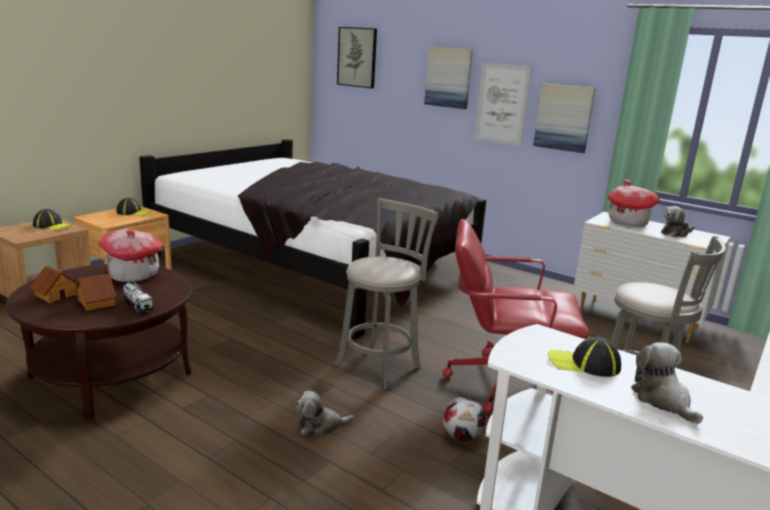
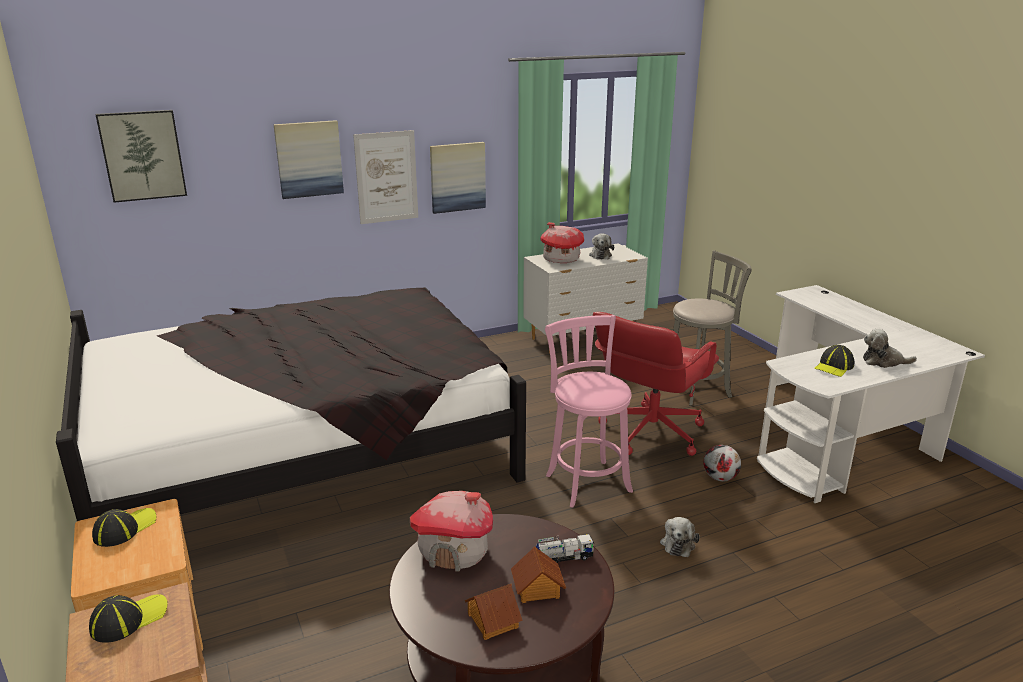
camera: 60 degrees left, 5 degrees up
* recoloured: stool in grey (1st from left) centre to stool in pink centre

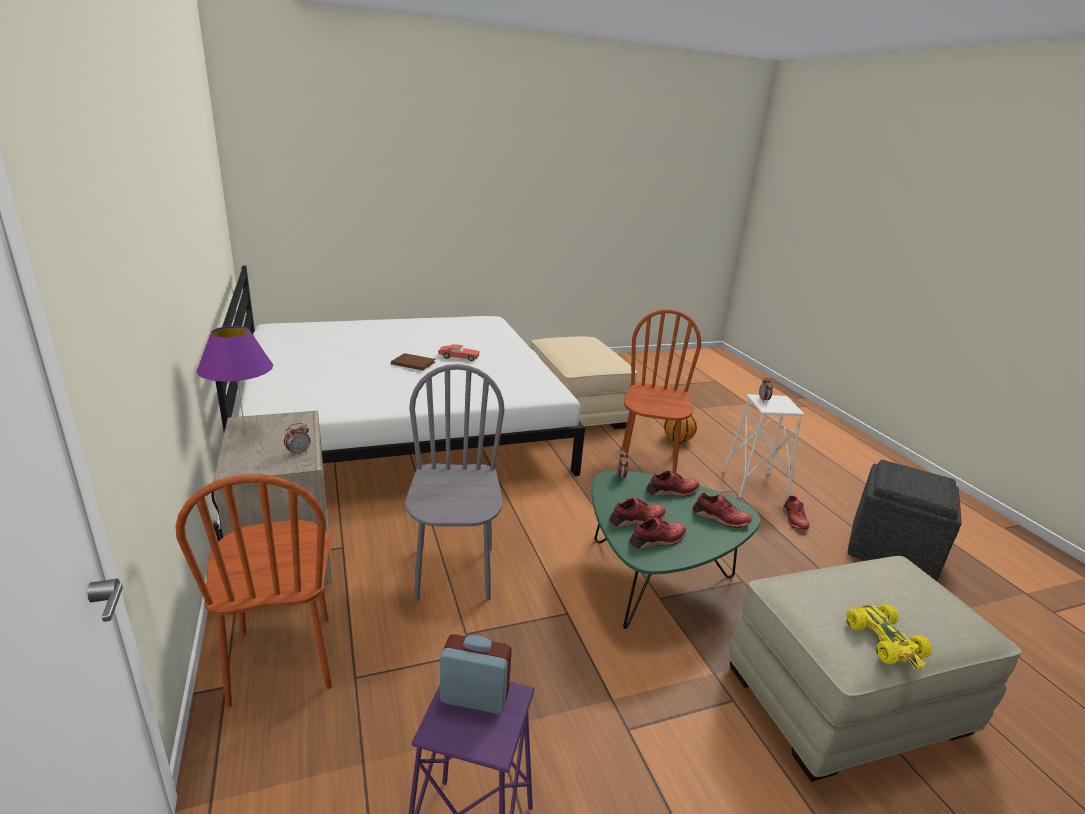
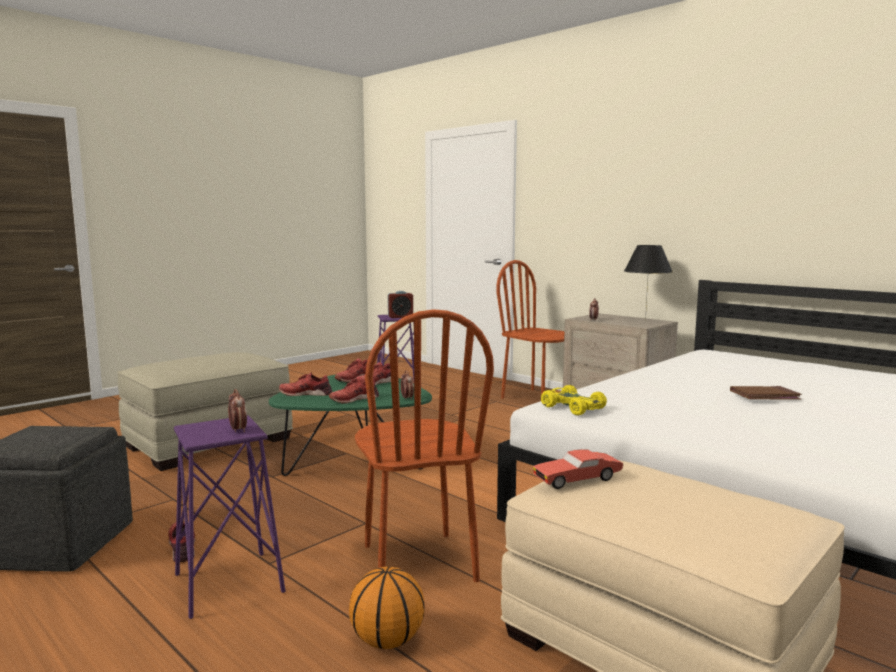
camera: 155 degrees right, 15 degrees down
* recoloured: table lamp in purple middle left to table lamp in black middle right
* moved: toy car in red centre to bottom centre
* removed: chair in grey centre
* recoloured: stool in white middle right to stool in purple (1st from left) bottom left
* moved: toy car in yellow bottom right to centre

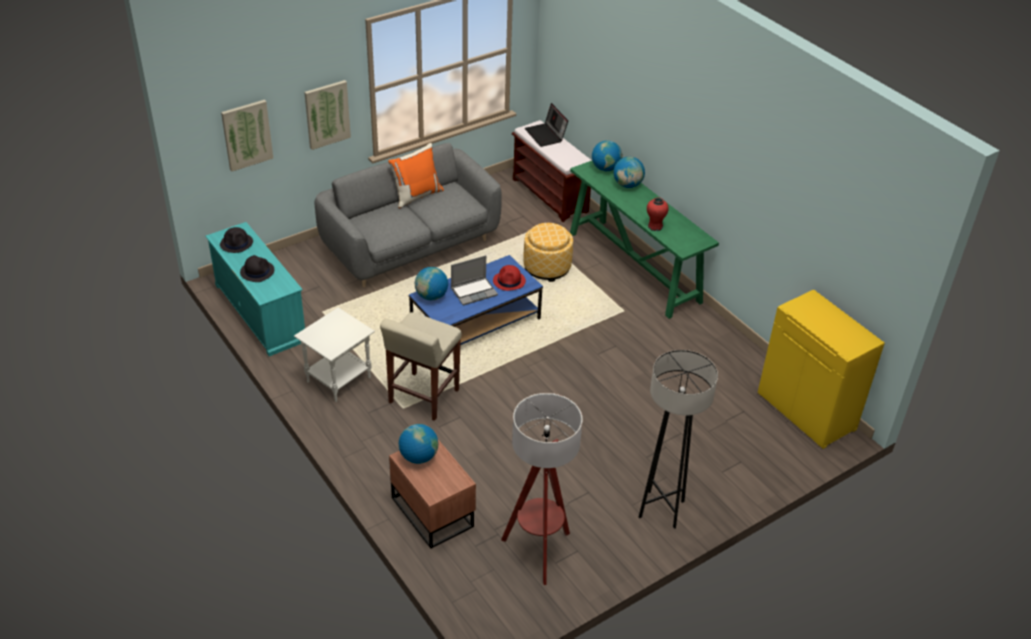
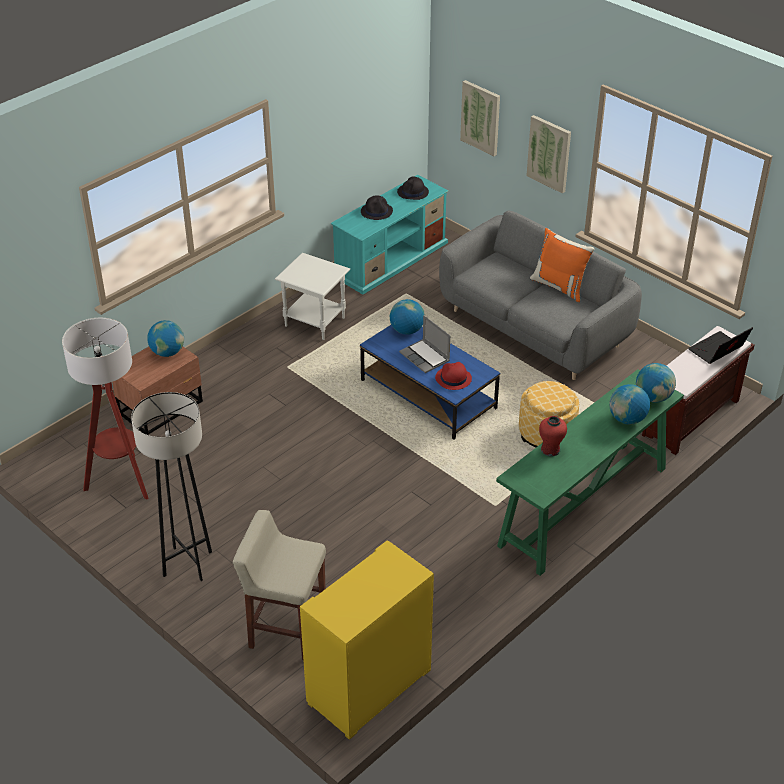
camera: 80 degrees right, 0 degrees up
* moved: stool in beige centre to bottom centre

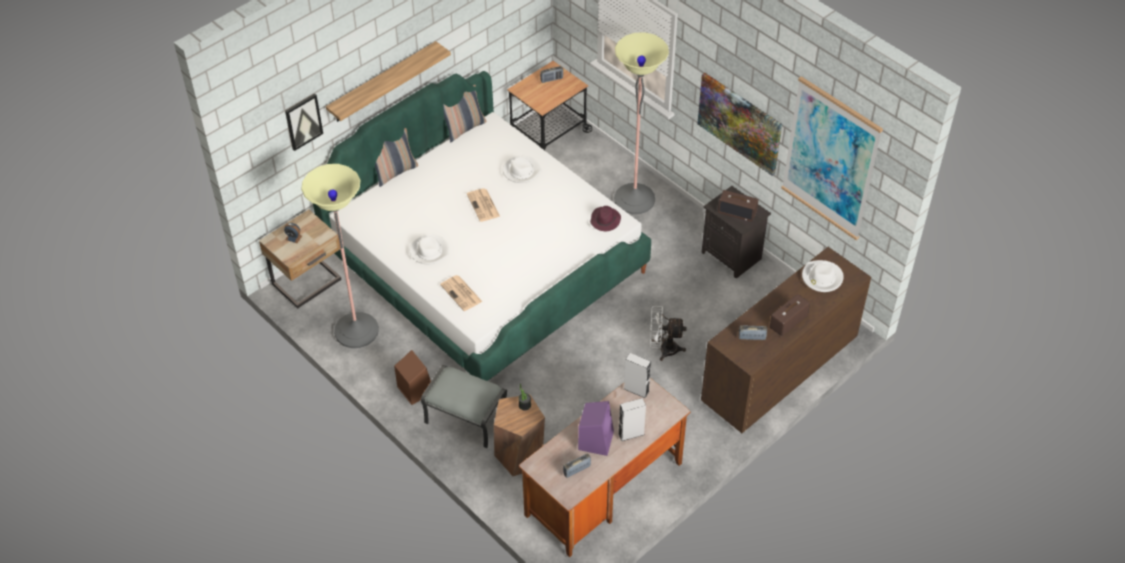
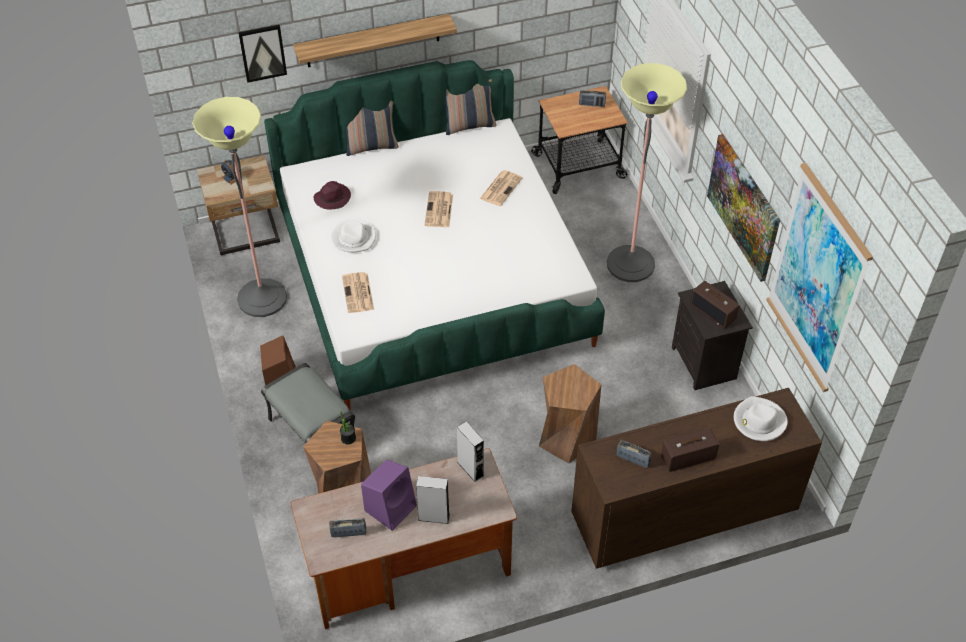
camera: 25 degrees right, 0 degrees up
* replaced: hat in white (2nd from left) top centre to newspaper (3rd from left) top centre
* moved: hat in purple centre to top centre
* replaced: fan in white centre to stool in brown (2nd from left) centre

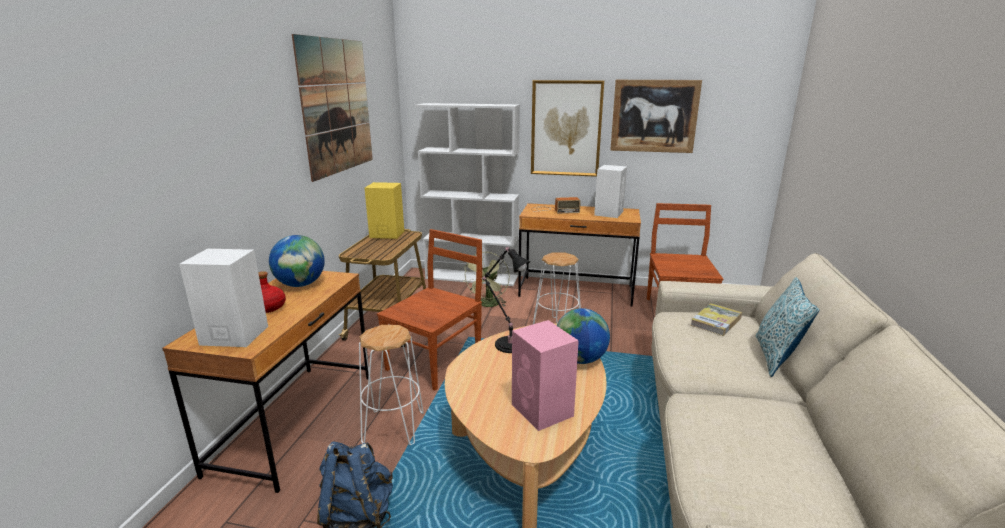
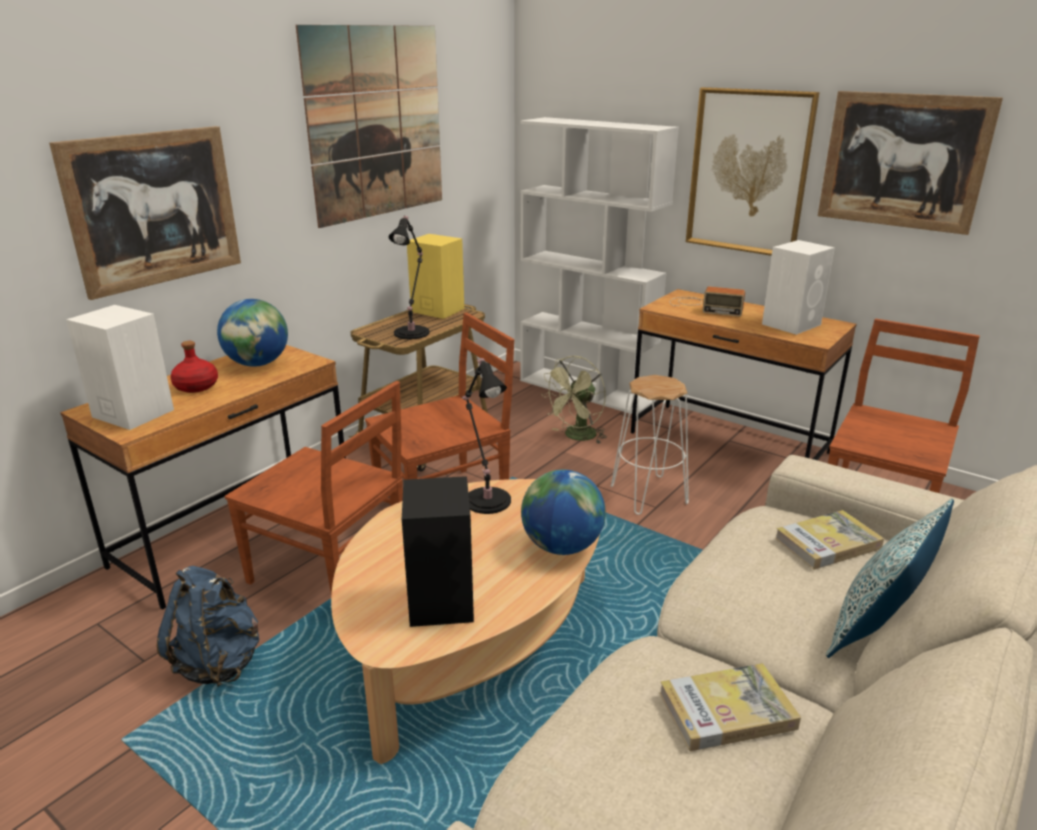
camera: 25 degrees right, 5 degrees up
* recoloured: speaker in pink bottom centre to speaker in black centre
* replaced: stool in white (1st from left) bottom centre to chair in brown (1st from left) middle left
* added: picture (1st from left) top left
* added: table lamp in black (1st from left) centre
* added: book (1st from left) bottom right

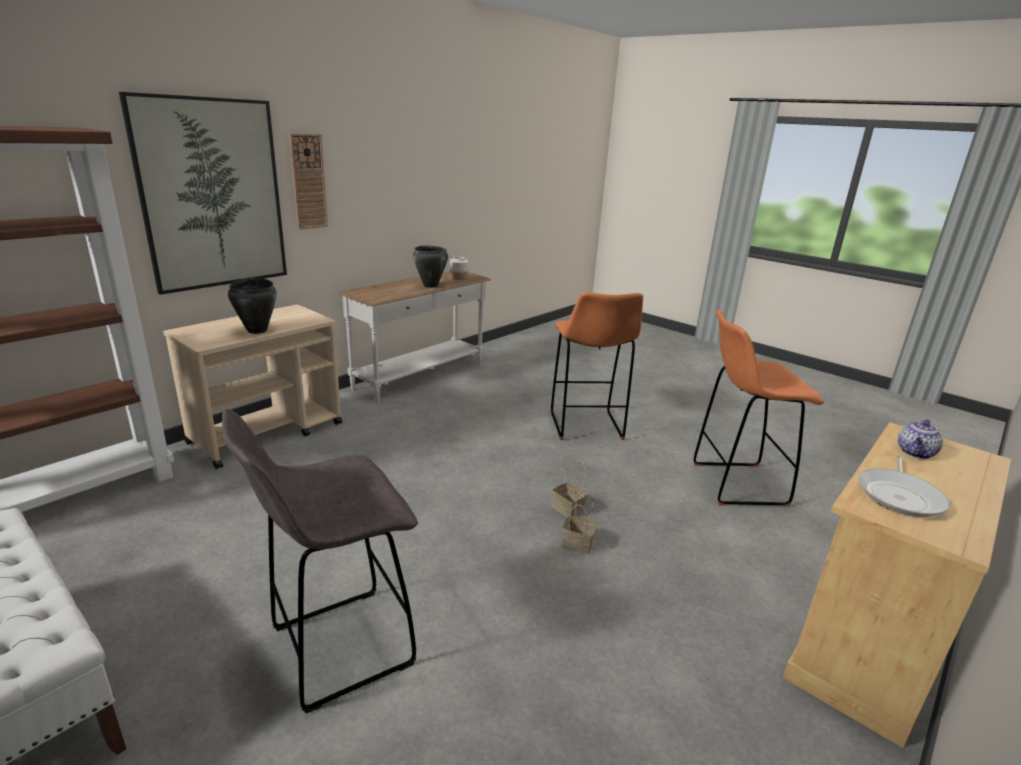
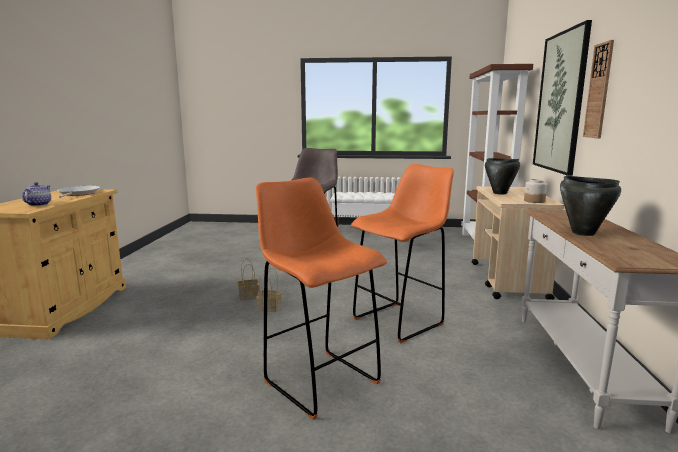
camera: 145 degrees right, 10 degrees down
* moved: jar centre to middle right
* moved: stool in orange (2nd from left) middle right to centre

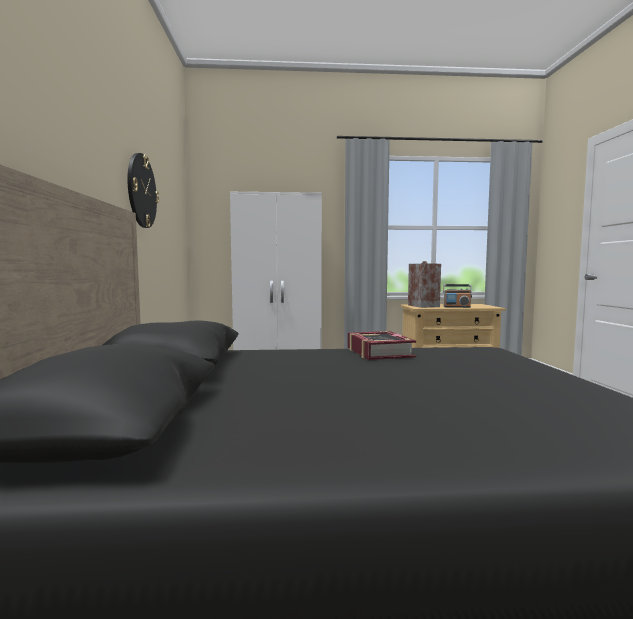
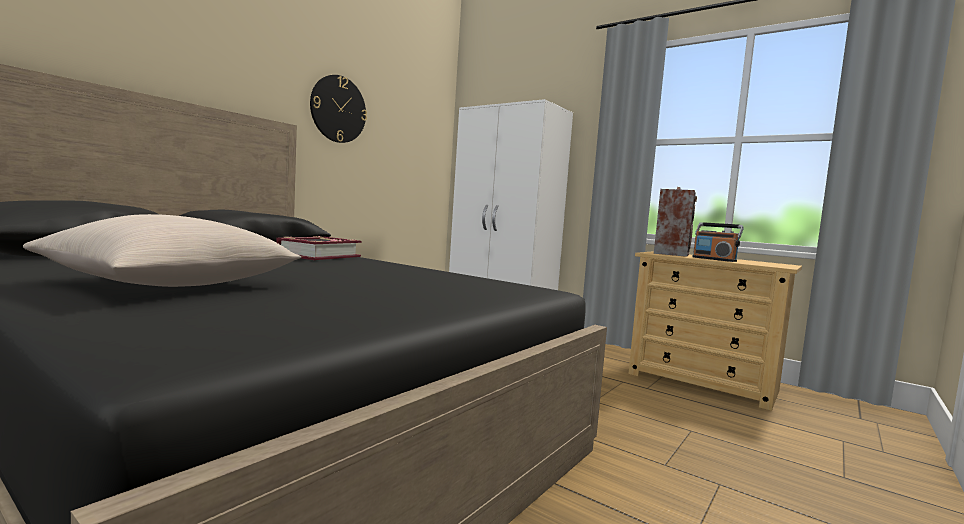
camera: 40 degrees right, 0 degrees up
* moved: book centre to middle left
* added: pillow in beige middle left

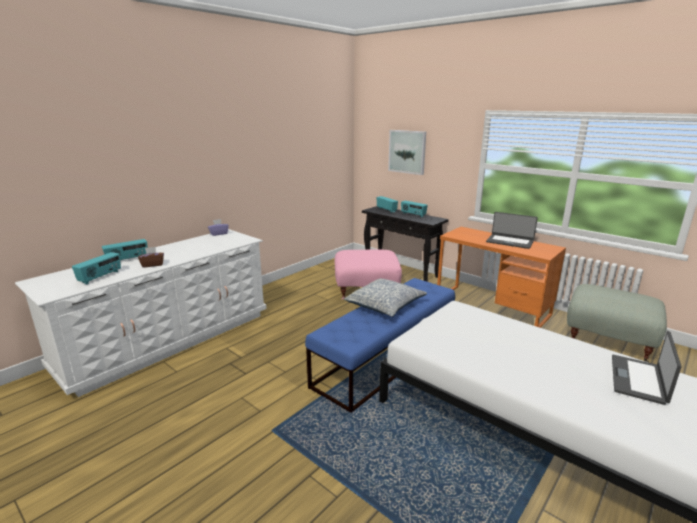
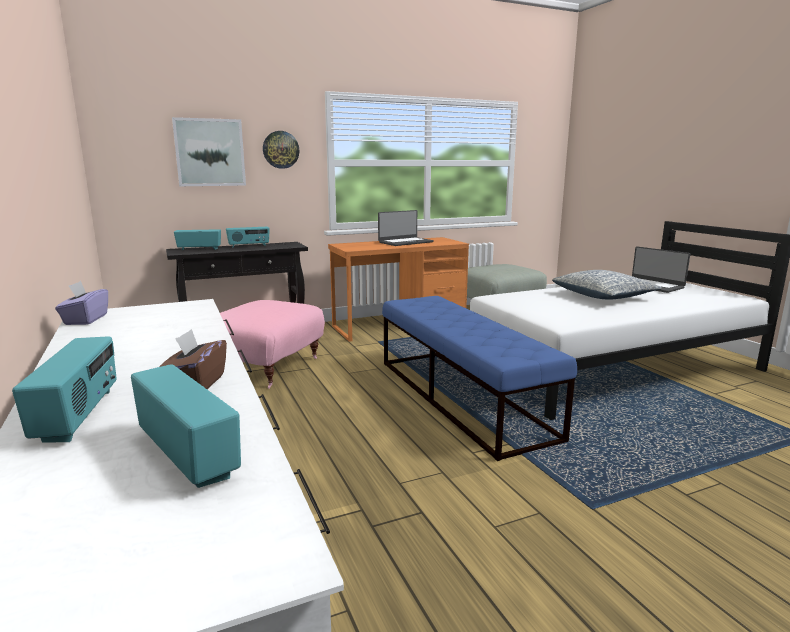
camera: 65 degrees left, 5 degrees down
* moved: pillow centre to middle right
* added: wall clock top centre

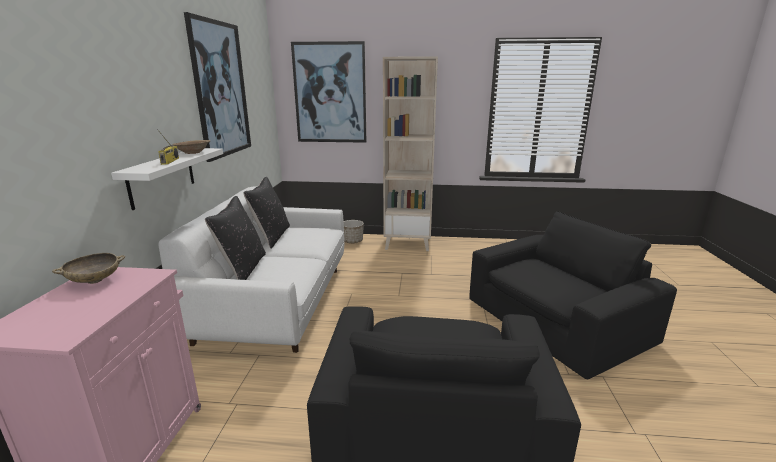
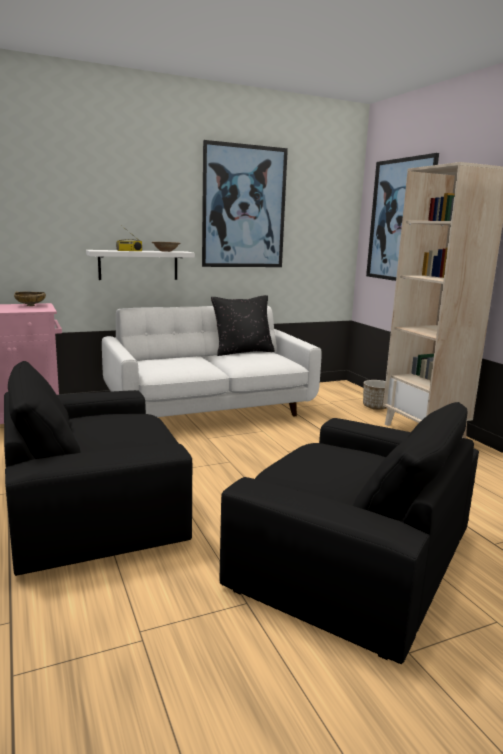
camera: 60 degrees right, 5 degrees down
* removed: pillow in black (1st from left) middle left

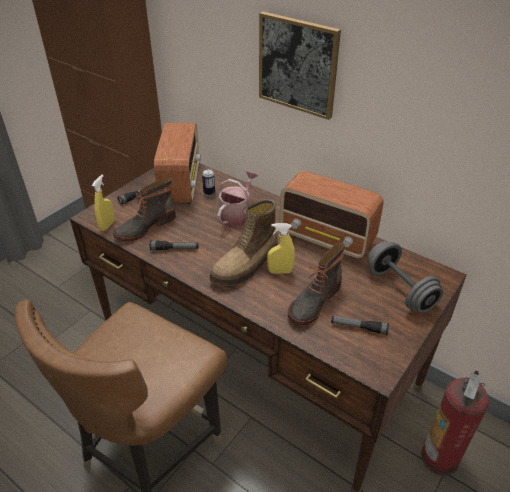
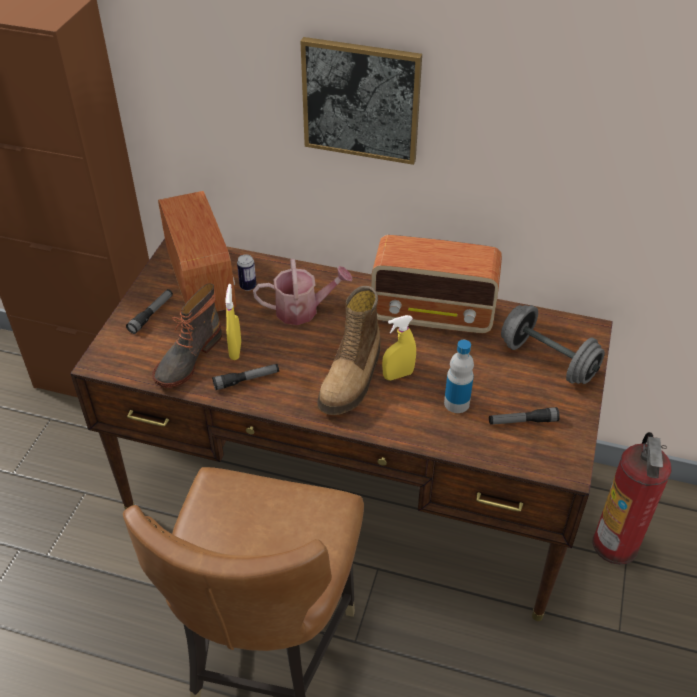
camera: 20 degrees left, 5 degrees up
* turned: watering can centre = centre 75 degrees clockwise
* moved: spray bottle in yellow (1st from left) middle left to centre
* replaced: boot (3rd from left) centre to bottle centre

